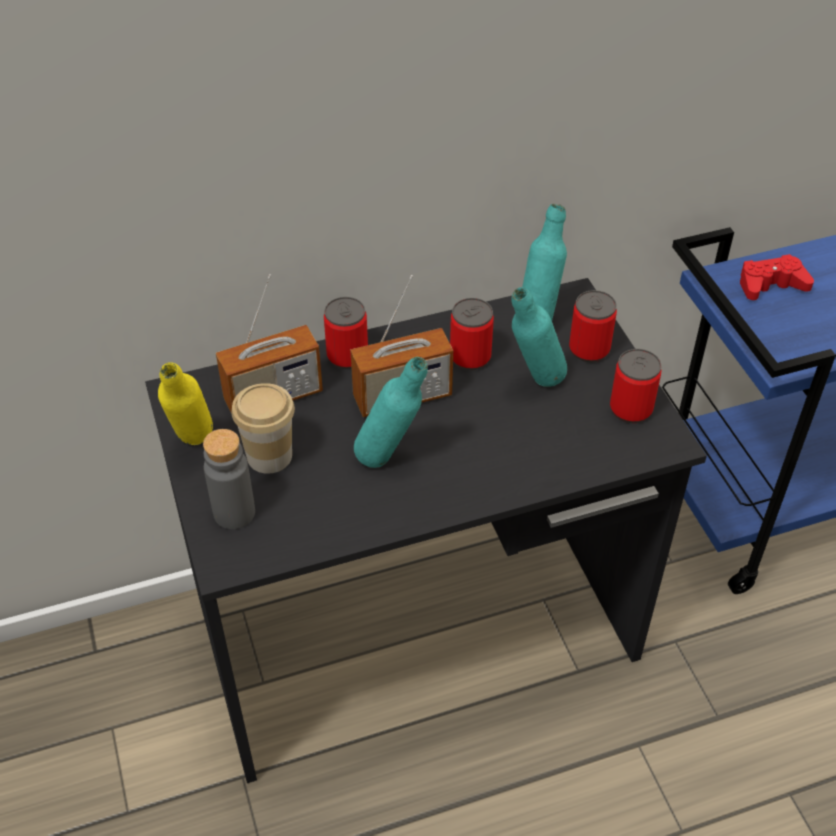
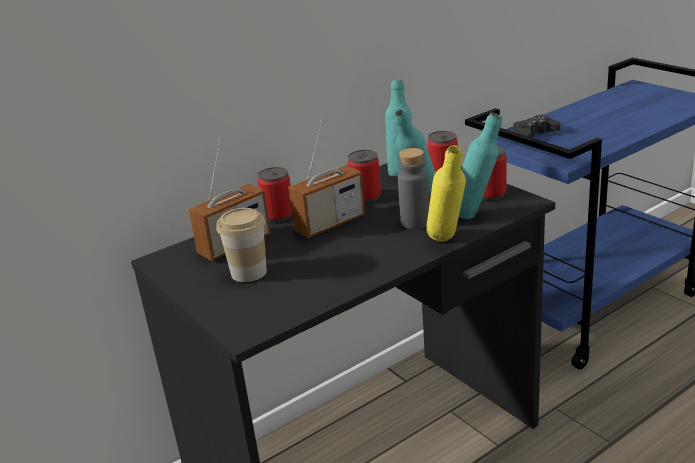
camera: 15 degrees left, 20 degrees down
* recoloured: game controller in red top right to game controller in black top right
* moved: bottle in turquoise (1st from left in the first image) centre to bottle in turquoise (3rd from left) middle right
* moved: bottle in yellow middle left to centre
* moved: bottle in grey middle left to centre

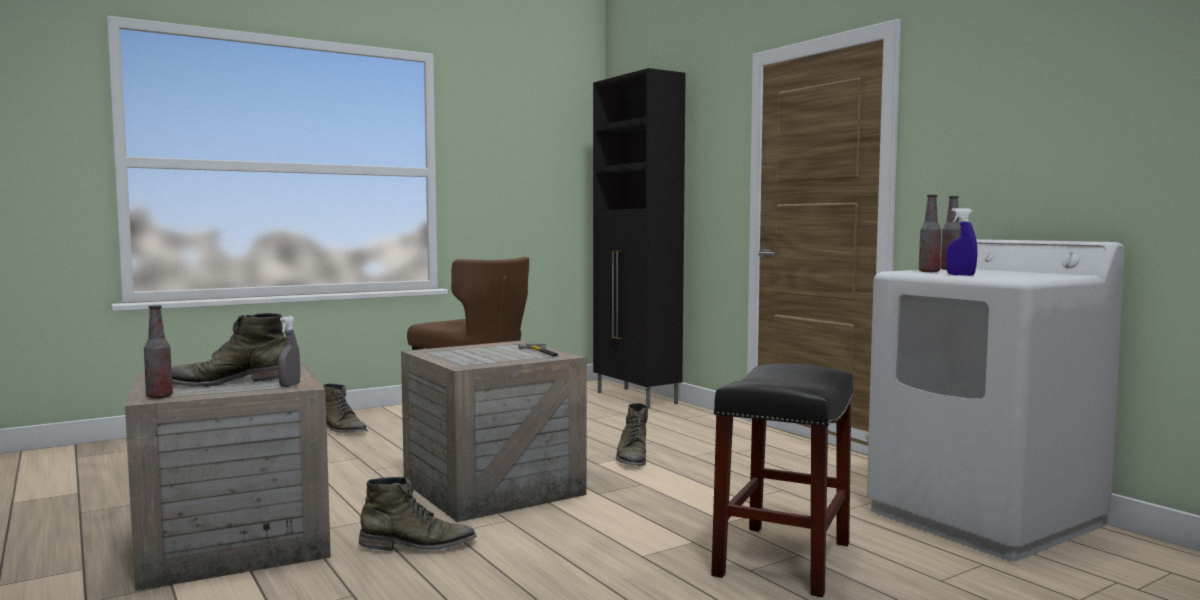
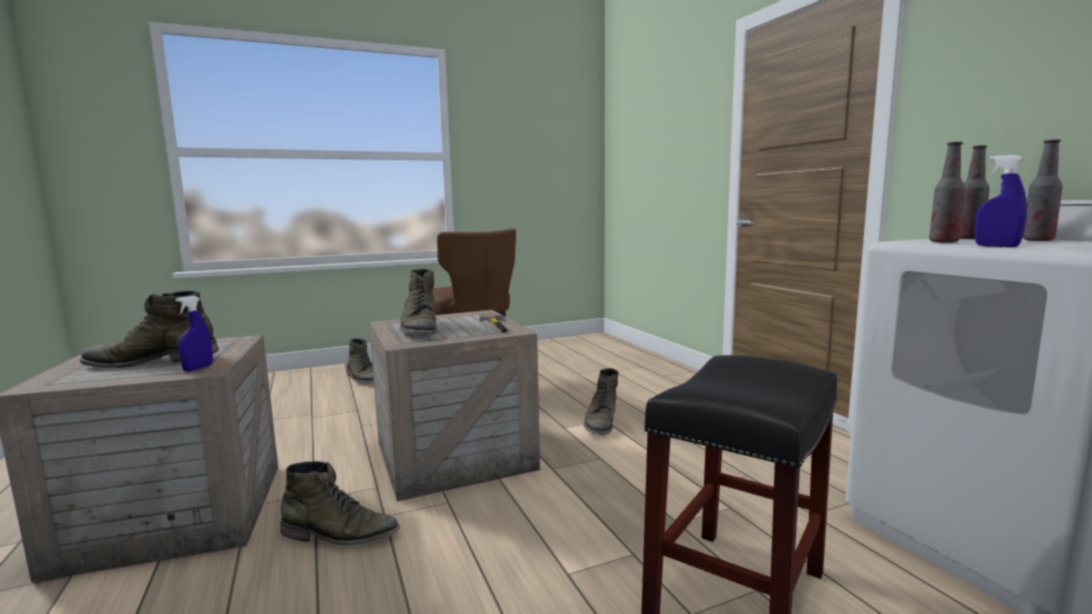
camera: 10 degrees right, 5 degrees up
* removed: cabinet in black centre
* moved: bottle (1st from left in the first image) middle left to bottle (3rd from left) top right
* recoloured: spray bottle in grey middle left to spray bottle in blue (1st from left) middle left
* added: boot in green (4th from left) centre

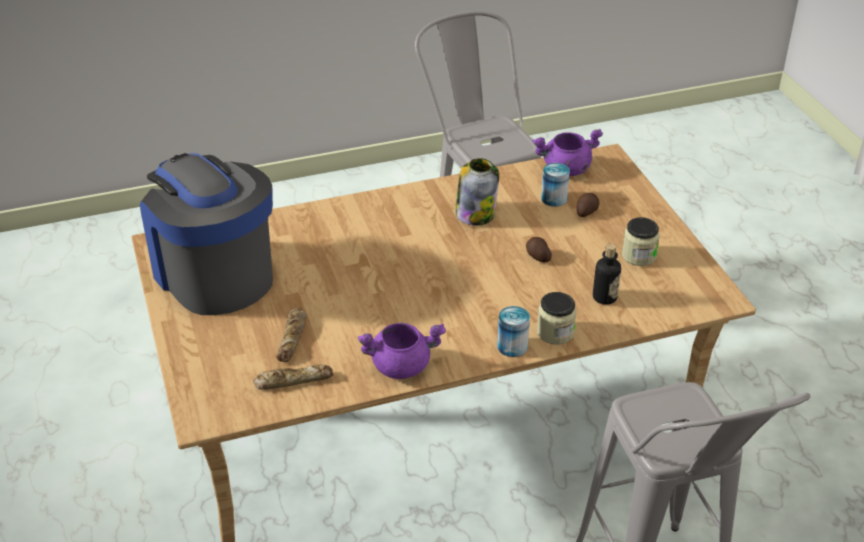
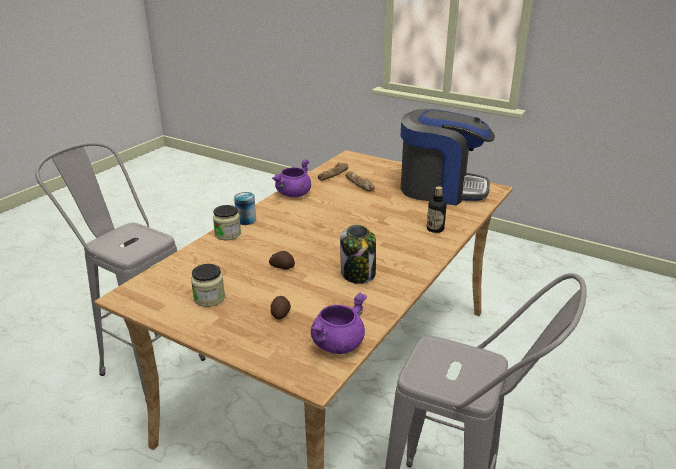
camera: 140 degrees right, 10 degrees down
* removed: can (2nd from left) centre
* moved: bottle middle right to centre

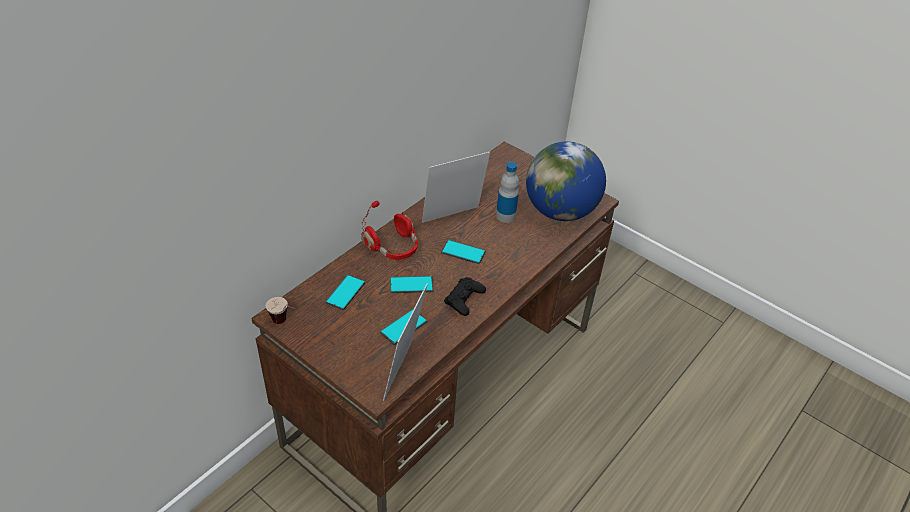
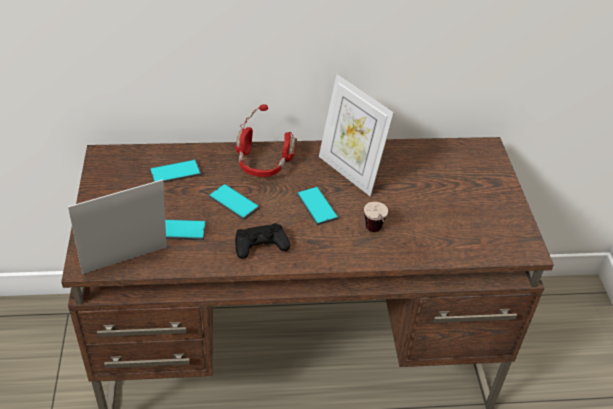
camera: 45 degrees right, 0 degrees up
* removed: globe centre
* turned: picture frame (2nd from left) centre = top centre 150 degrees counterclockwise
* removed: bottle centre
* moved: cup middle left to centre

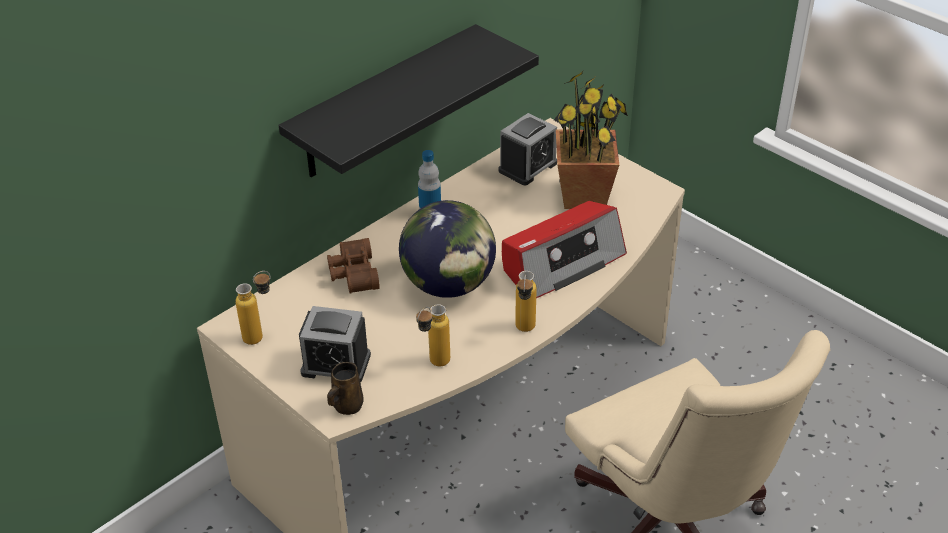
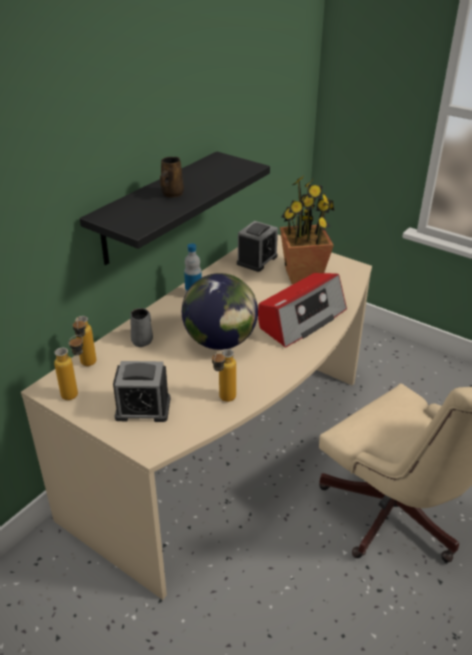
camera: 10 degrees left, 5 degrees down
* replaced: binoculars in brown centre to mug in grey middle left
* moved: bottle (4th from left in the first image) centre to bottle (2nd from left) middle left
* moved: mug in brown bottom centre to top centre

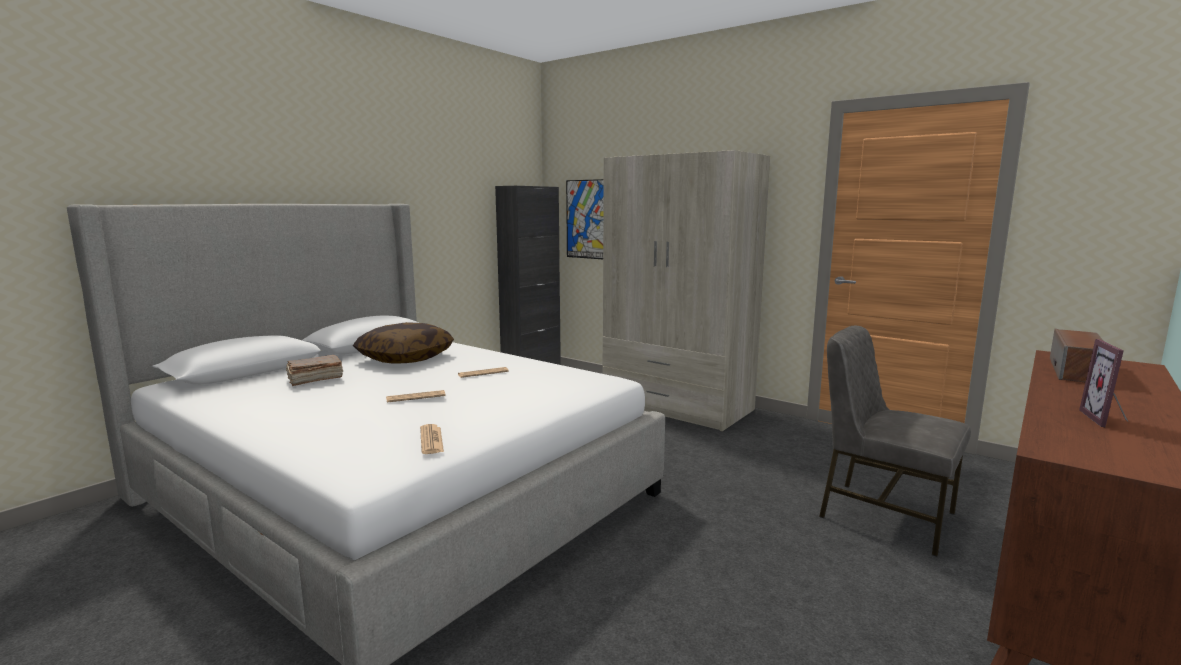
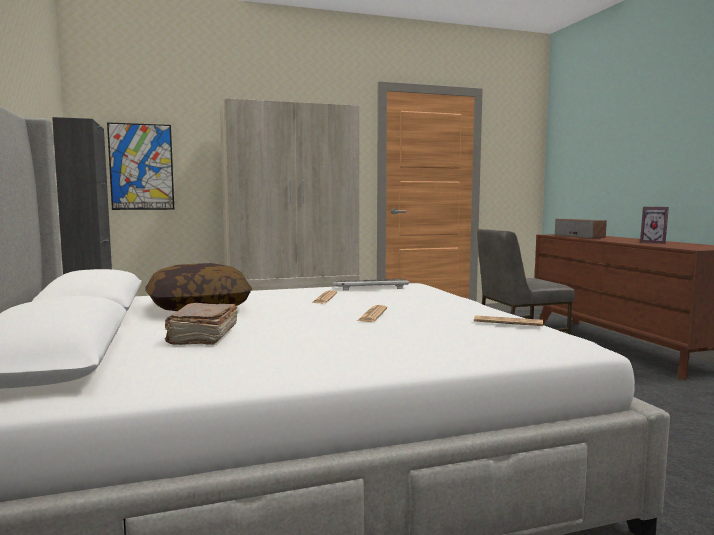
camera: 55 degrees left, 5 degrees down
* added: keyboard centre

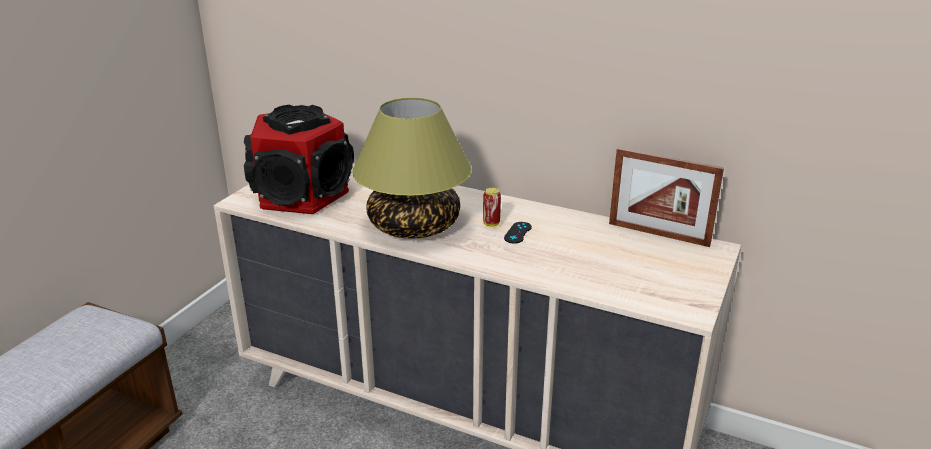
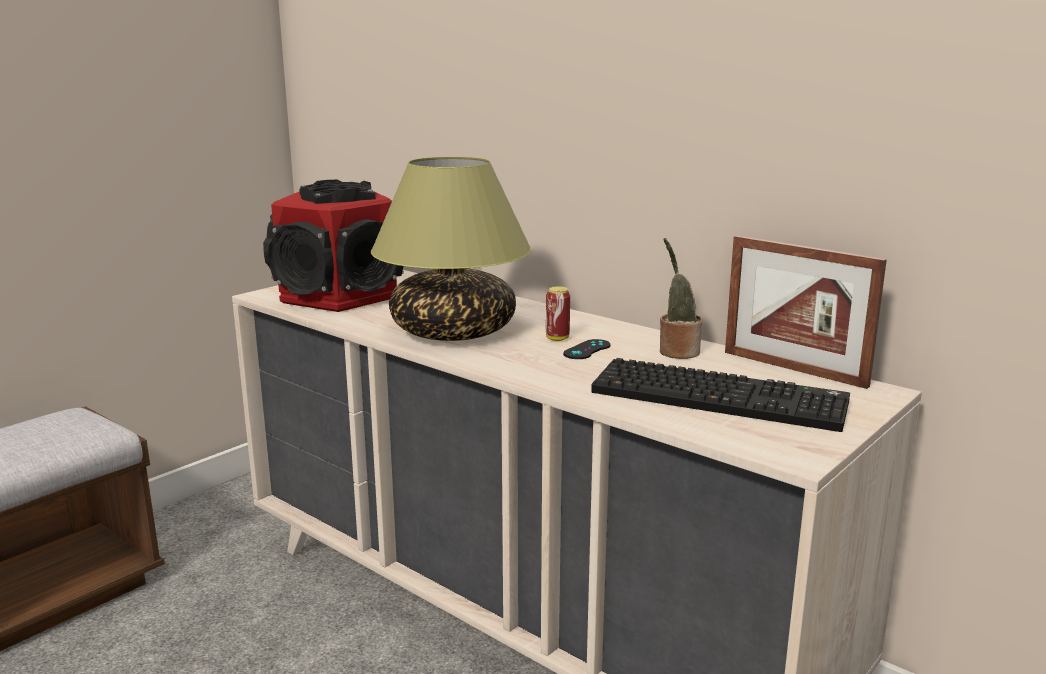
camera: 15 degrees right, 10 degrees down
* added: potted plant centre
* added: keyboard middle right

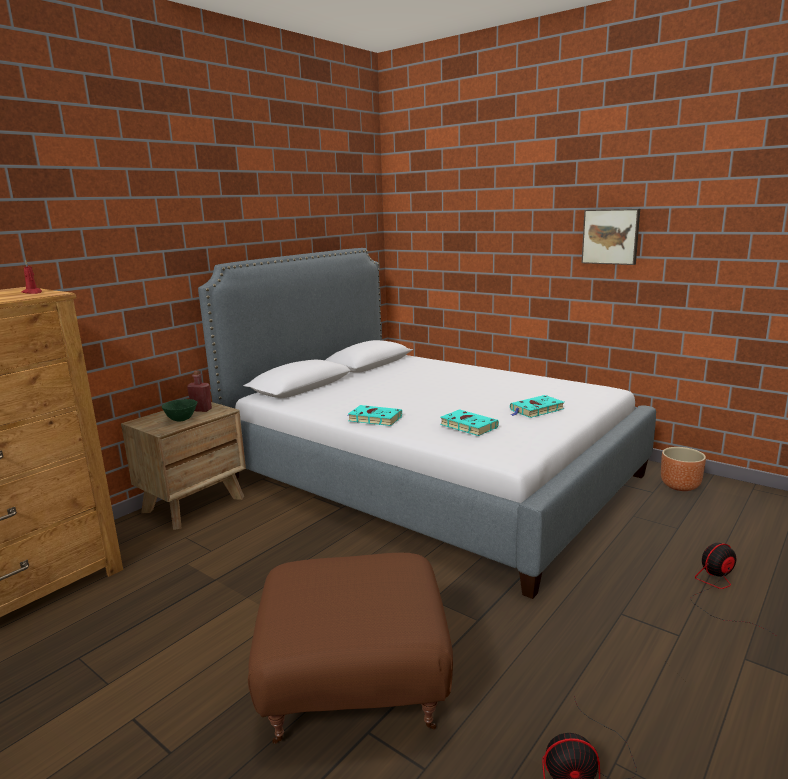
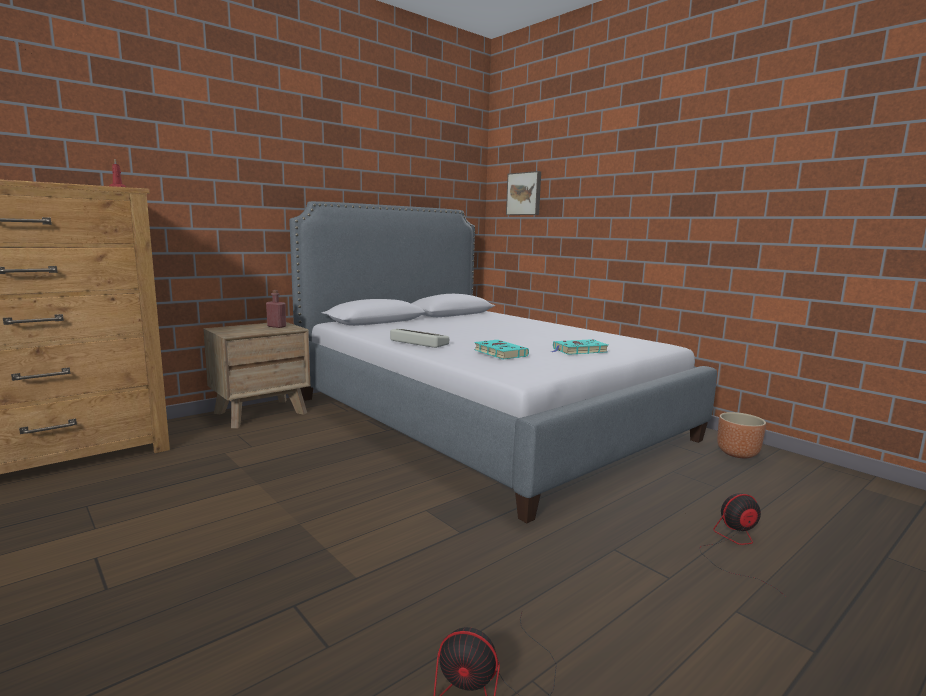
camera: 10 degrees right, 5 degrees down
* moved: picture top right to top centre
* removed: bowl in green middle left
* replaced: book in turquoise (1st from left) centre to keyboard centre
* removed: ottoman in brown bottom centre

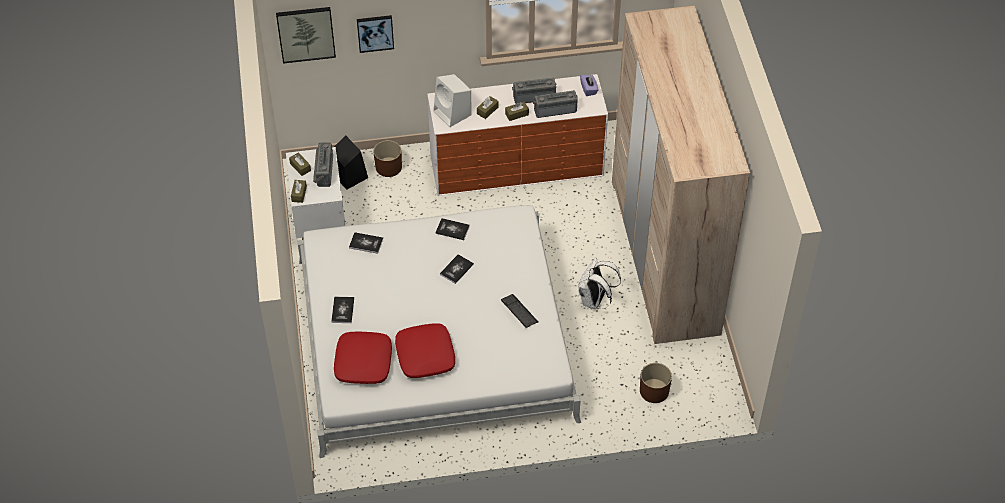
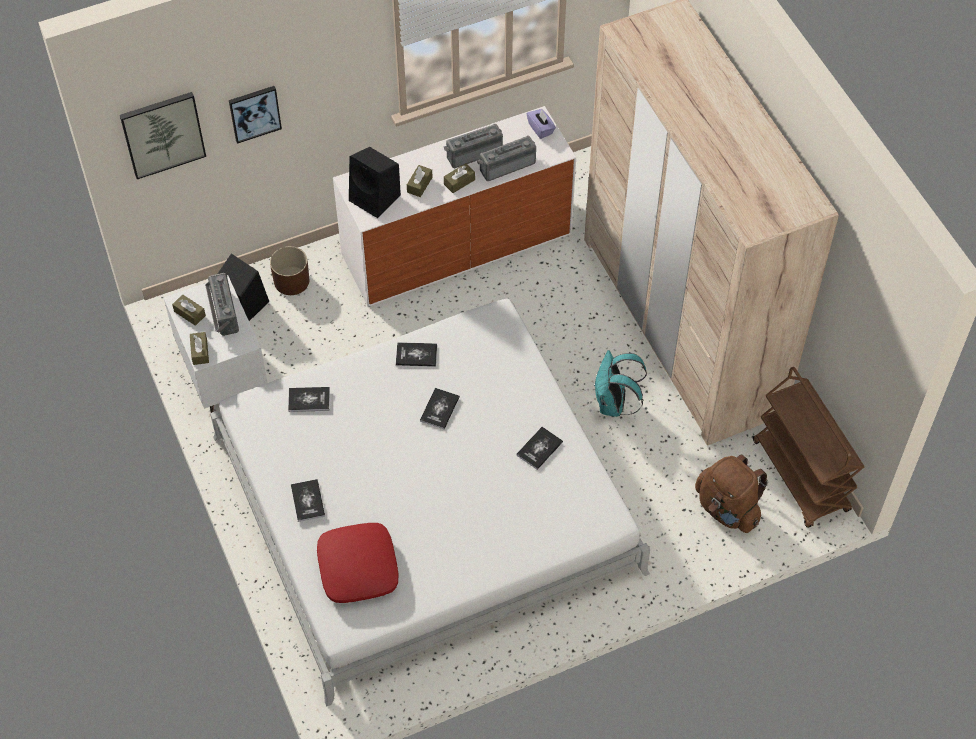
camera: 15 degrees left, 5 degrees up
* recoloured: speaker in white top centre to speaker in black (2nd from left) top centre
* recoloured: backpack in white centre to backpack in turquoise centre
* replaced: keyboard centre to book (5th from left) centre
* removed: pillow in red (2nd from left) bottom centre
* replaced: planter in brown (2nd from left) bottom centre to backpack in brown bottom right
* added: cart in brown middle right

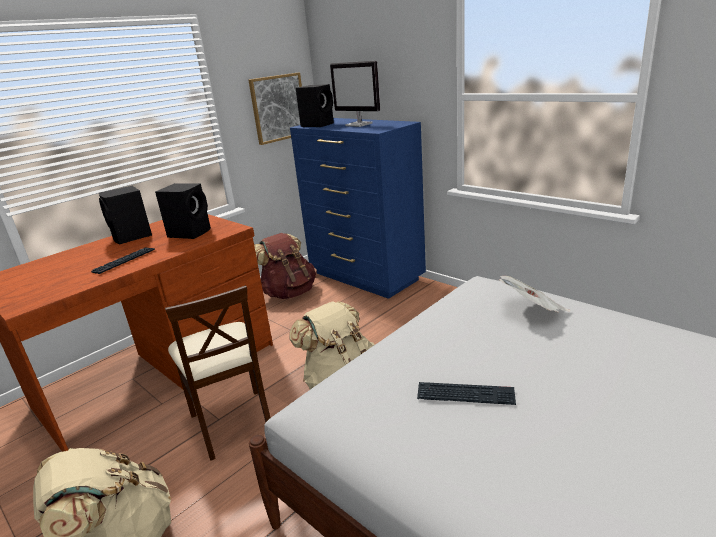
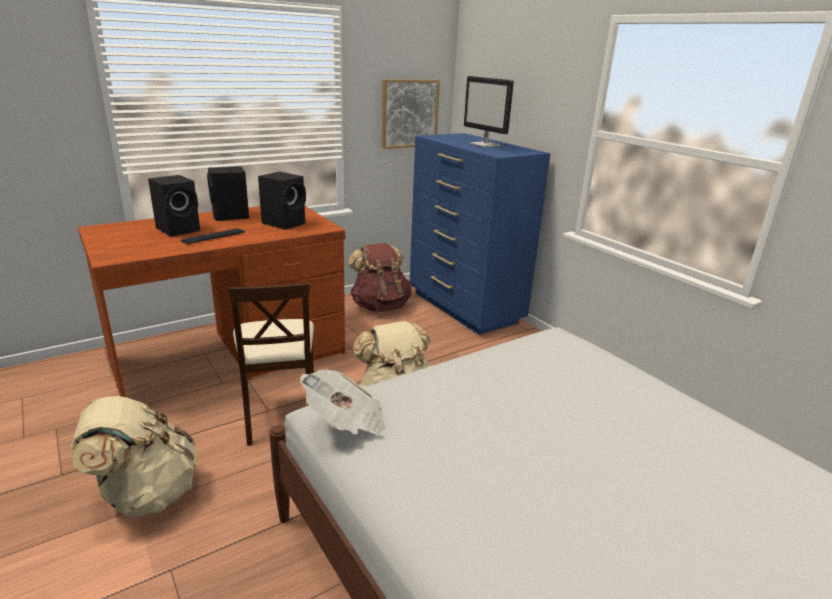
camera: 10 degrees right, 0 degrees up
* moved: speaker in black (3rd from left in the first image) top centre to speaker in black (1st from left) middle left
* moved: newspaper middle right to bottom centre
* removed: keyboard (2nd from left) bottom centre

